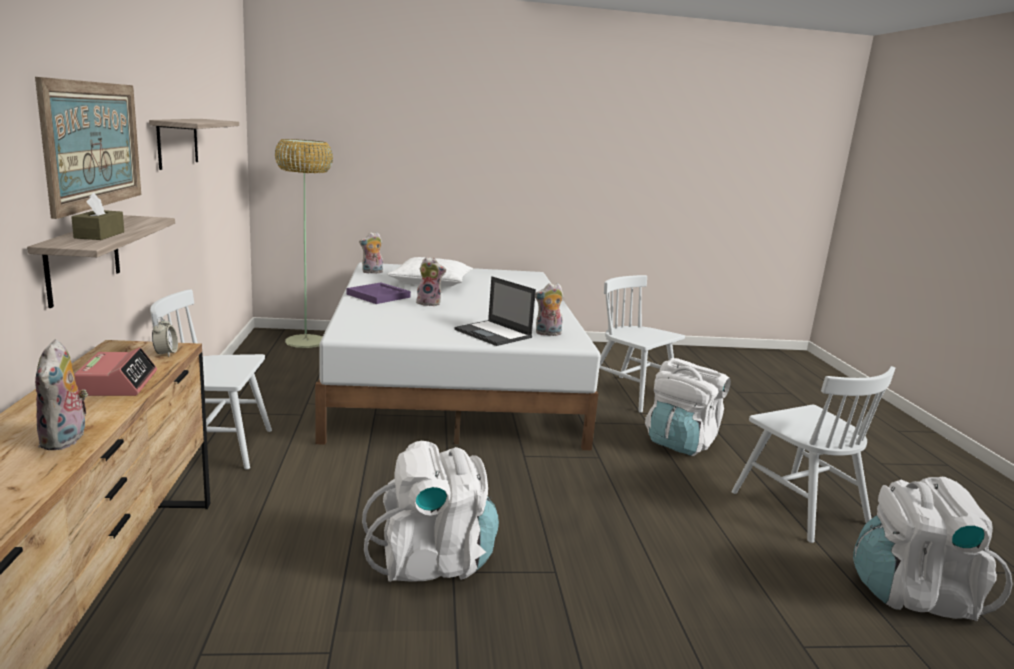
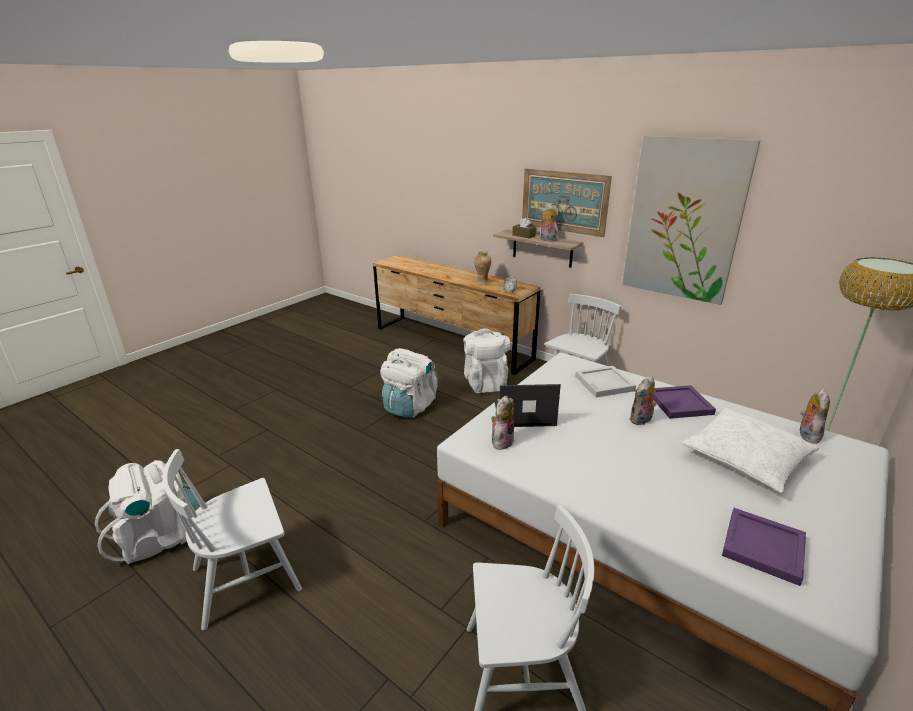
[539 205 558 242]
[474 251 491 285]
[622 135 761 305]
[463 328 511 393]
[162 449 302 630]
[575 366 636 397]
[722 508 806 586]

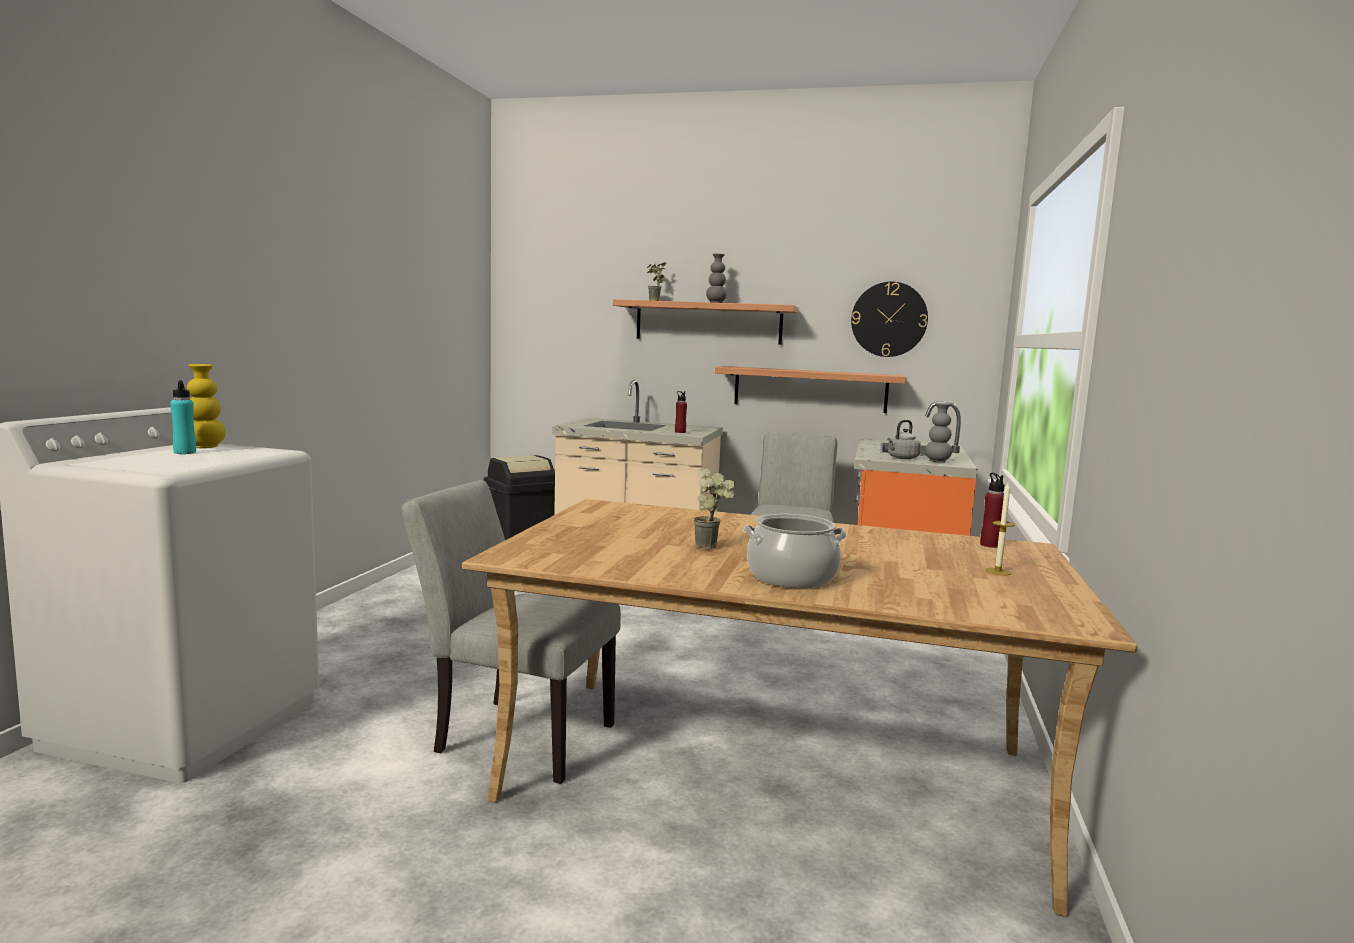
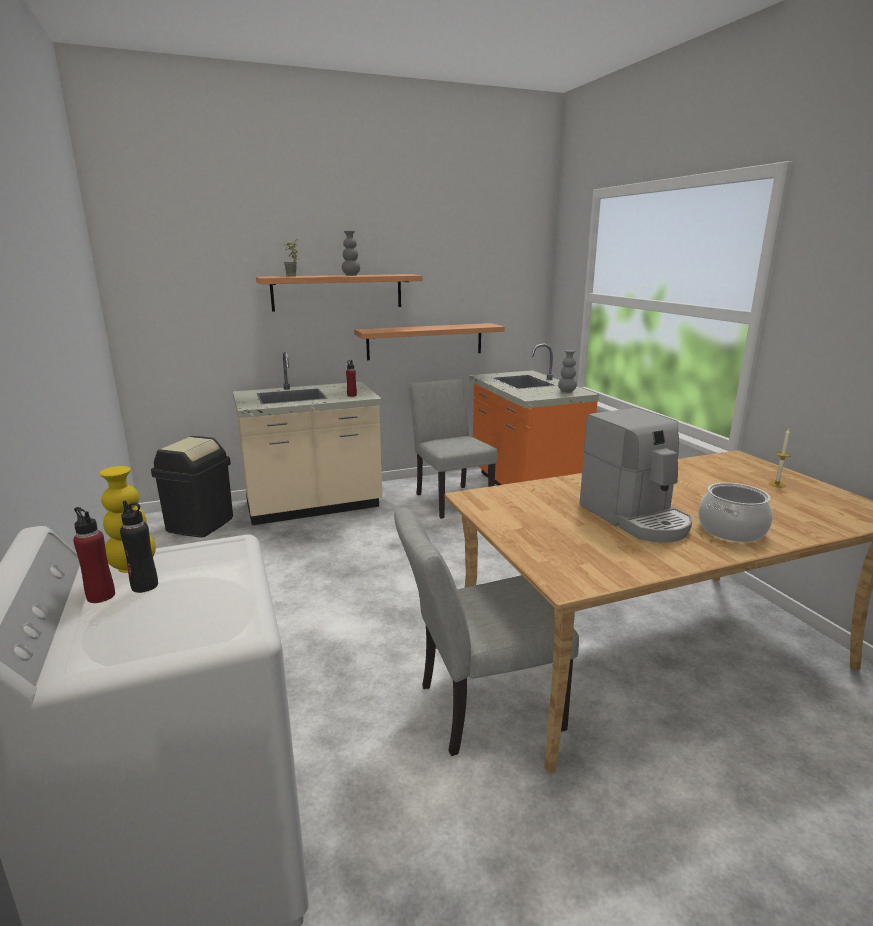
[120 501 158 593]
[579 408 692 543]
[851 282 928 357] (first image)
[887 420 921 459] (first image)
[73 507 115 603]

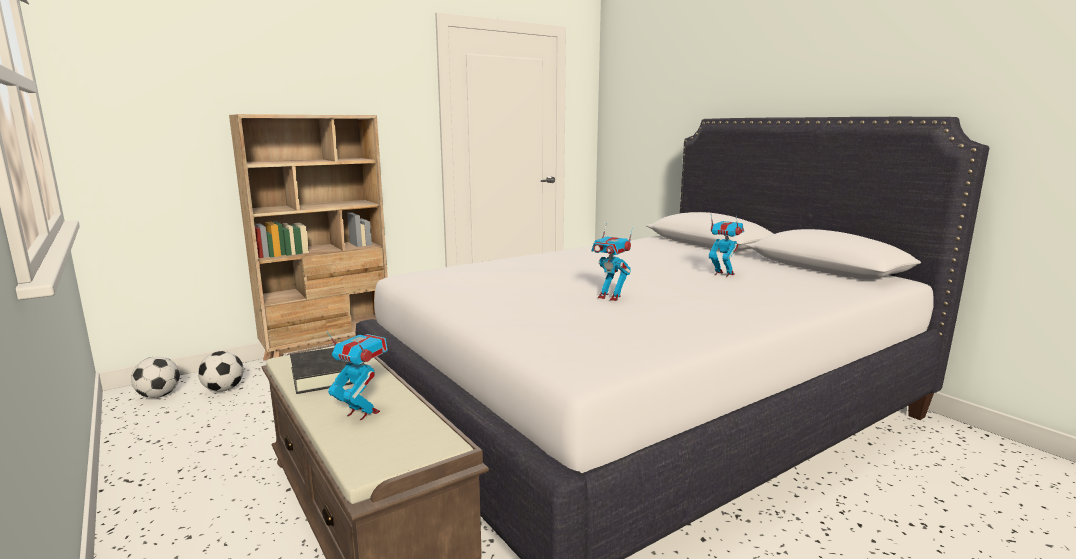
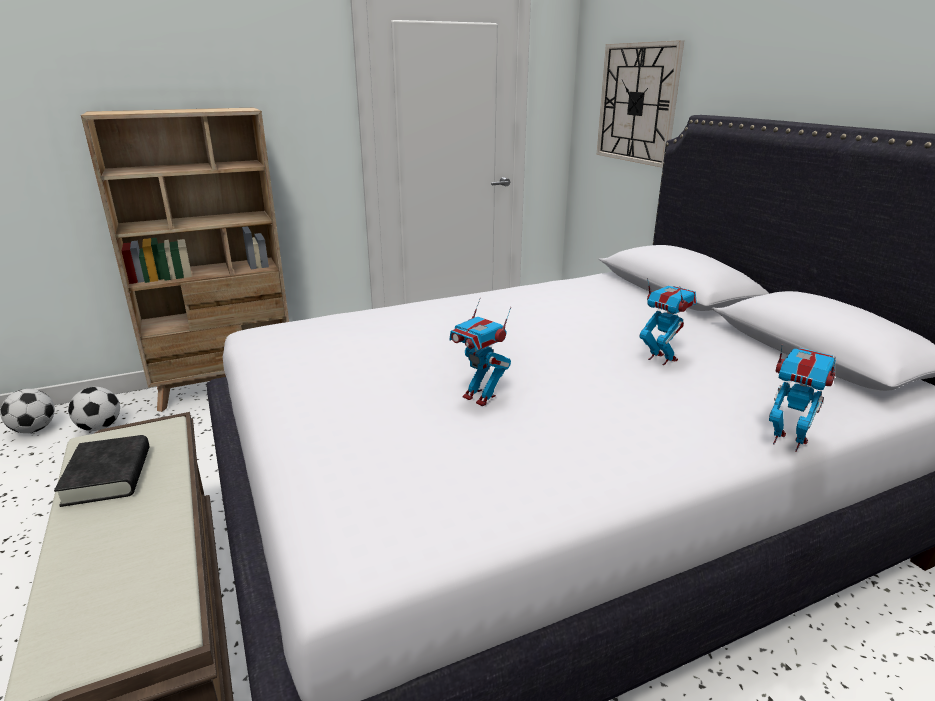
[769 344 836 452]
[597 40 684 168]

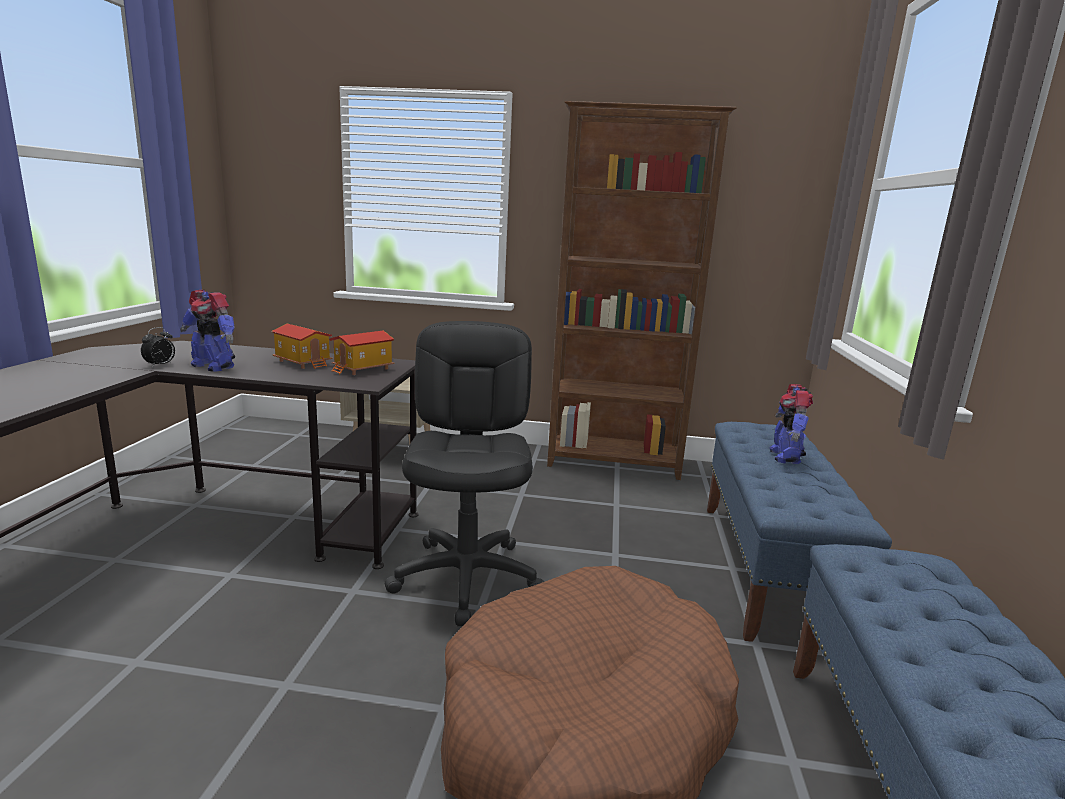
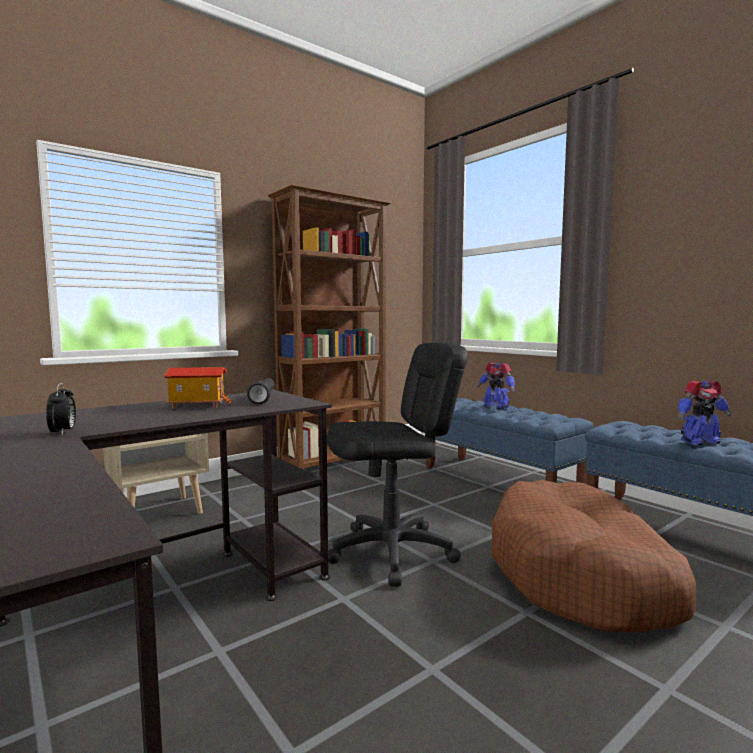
[678 380 731 445]
[247 378 275 405]
[327 342 468 586]

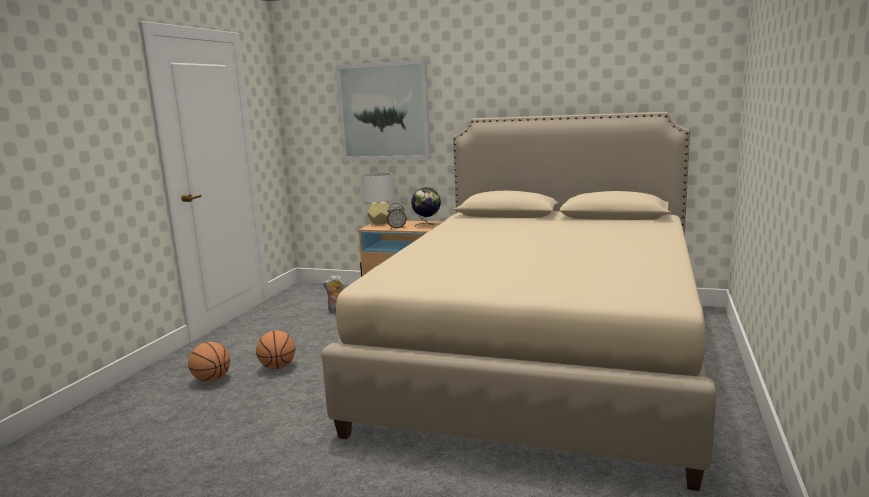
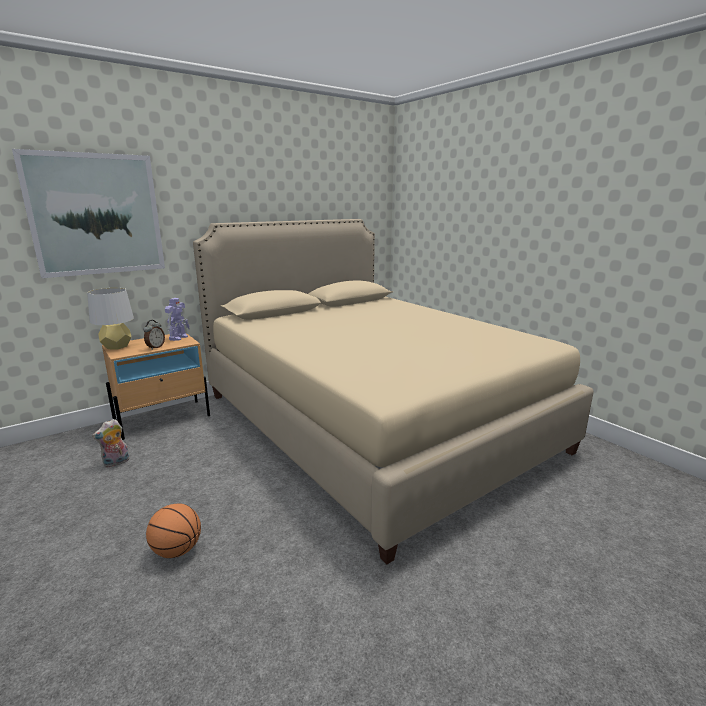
[188 342 230 382] (first image)
[165 298 190 341]

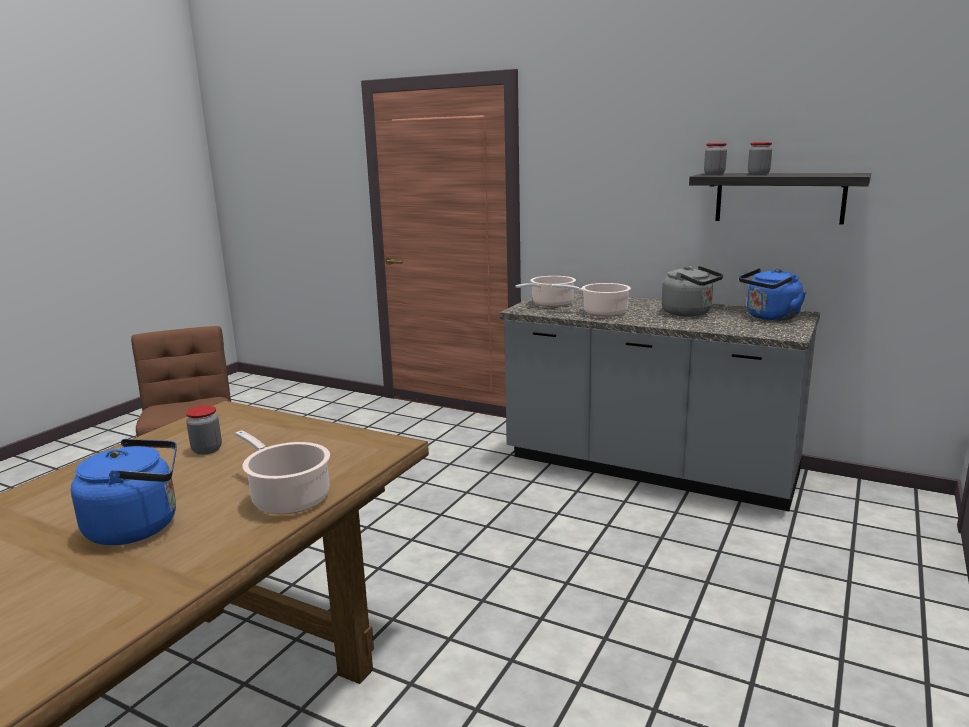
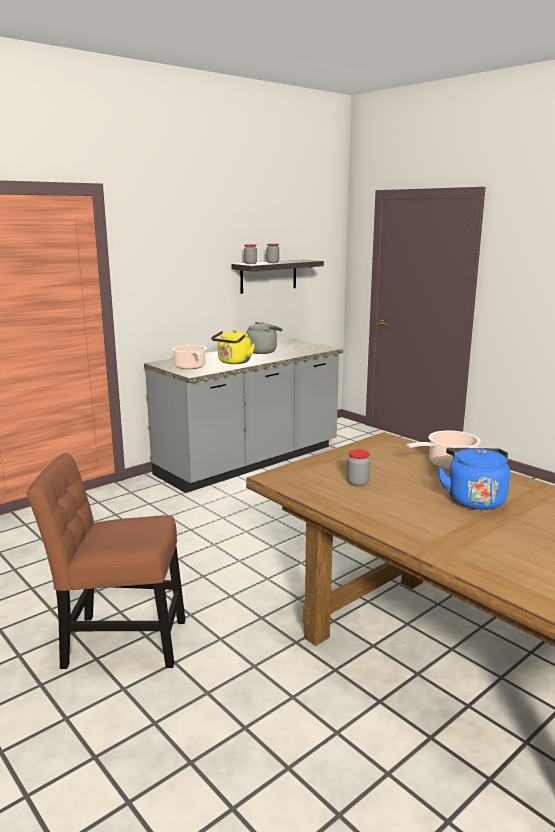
[211 330 255 364]
[739 268 806 321] (first image)

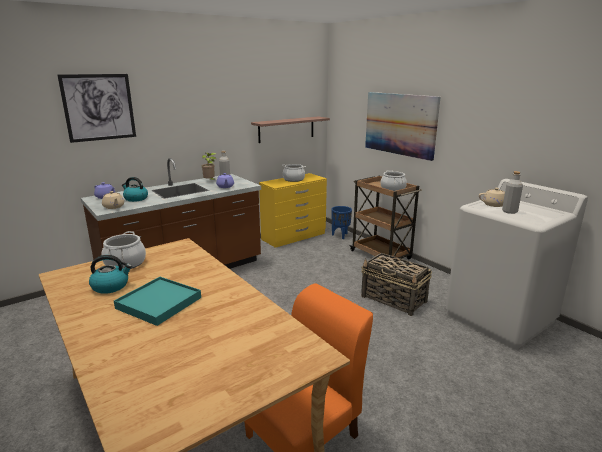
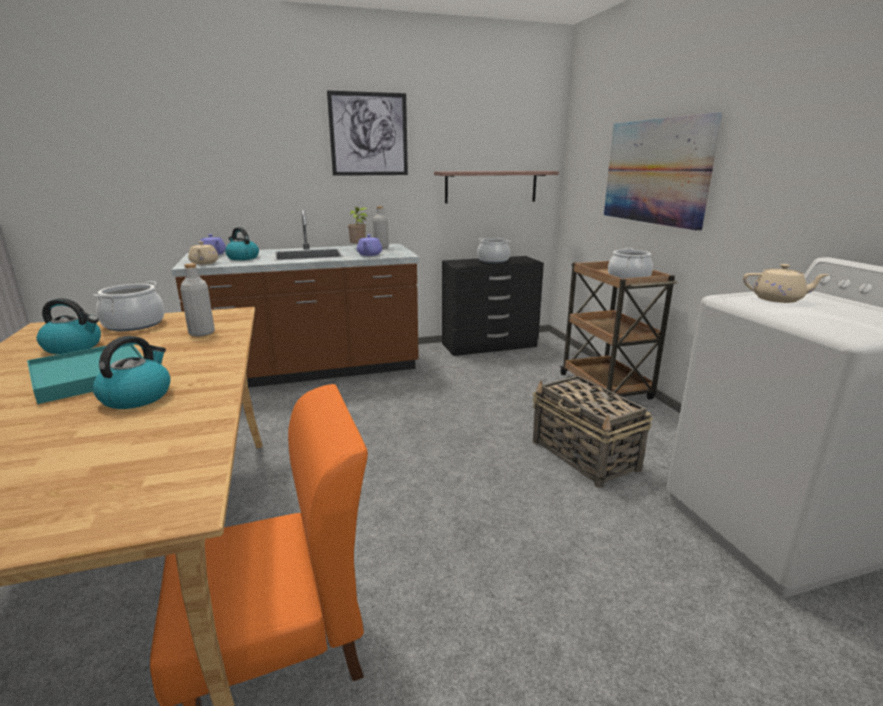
[327 90 408 176]
[442 256 544 356]
[331 206 352 239] (first image)
[180 263 215 336]
[93 336 171 409]

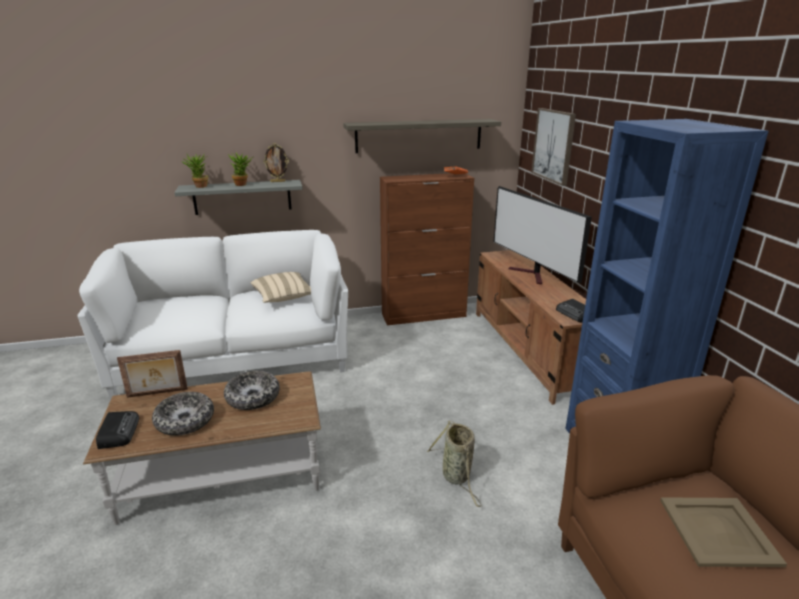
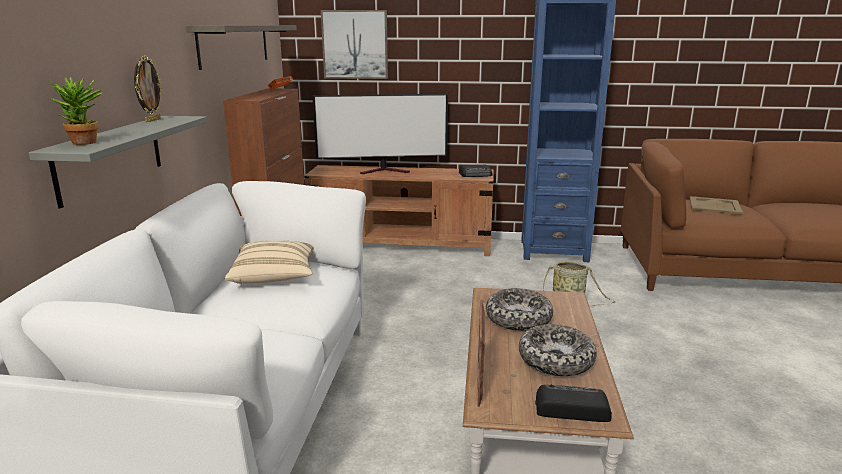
[227 152 253 186] (first image)

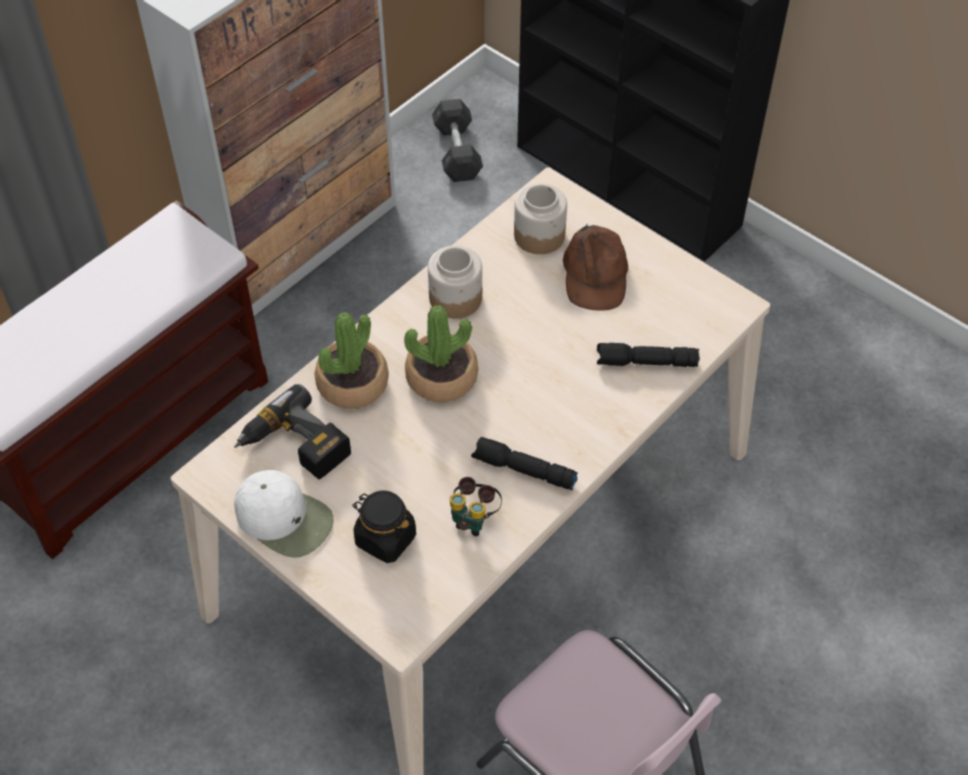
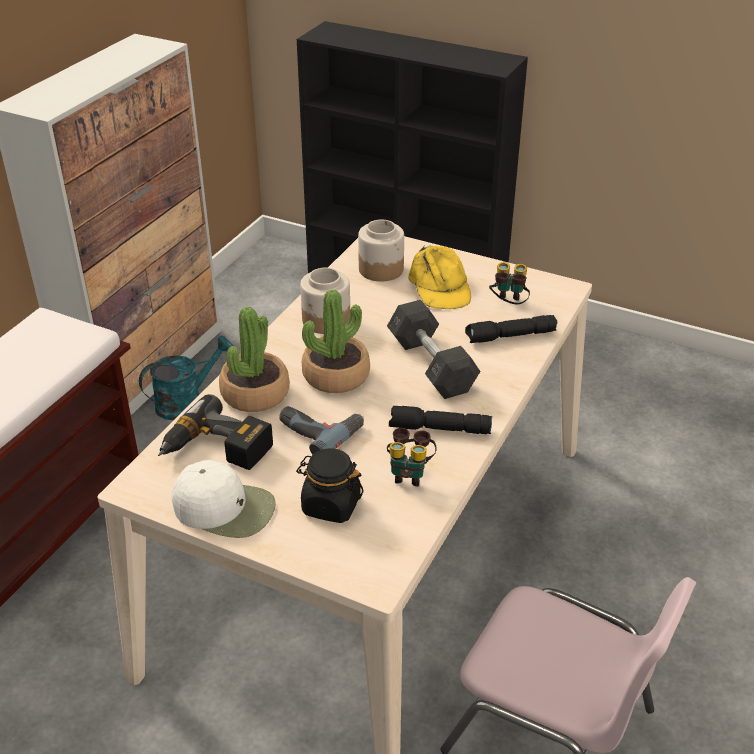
[387 300 480 399]
[409 245 471 309]
[139 336 233 420]
[279 406 364 455]
[489 262 530 305]

